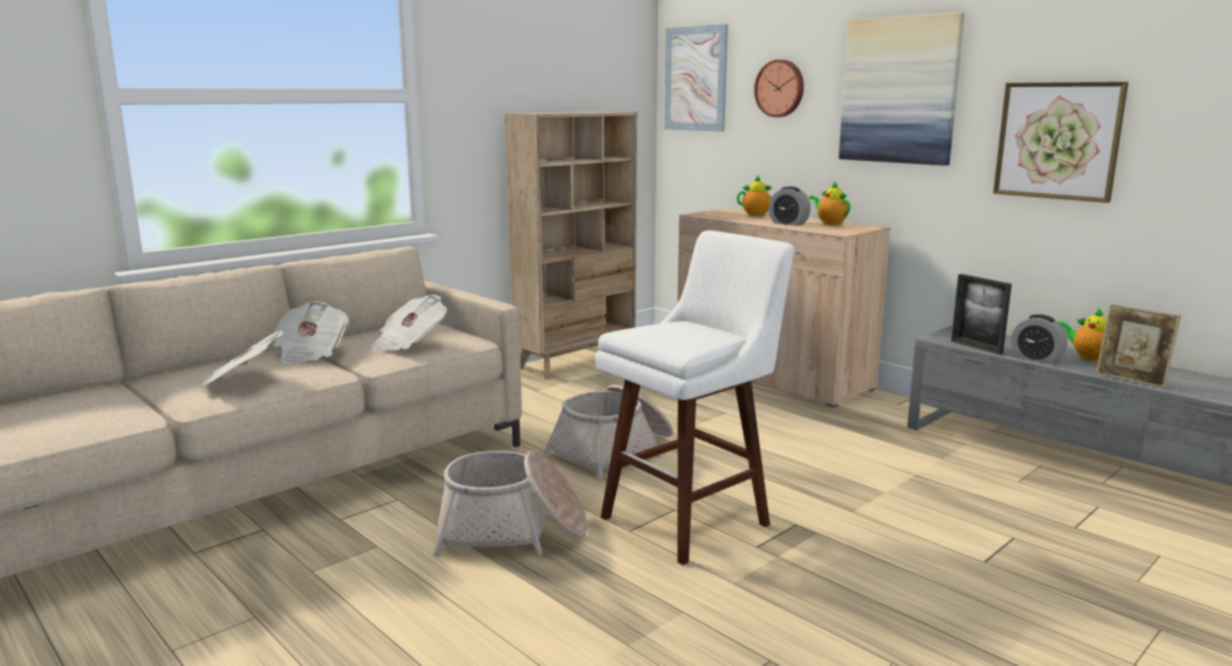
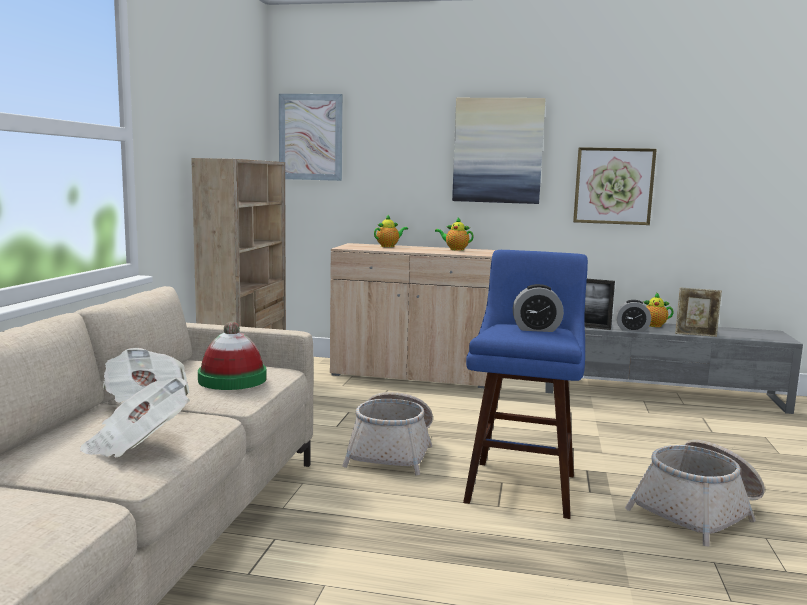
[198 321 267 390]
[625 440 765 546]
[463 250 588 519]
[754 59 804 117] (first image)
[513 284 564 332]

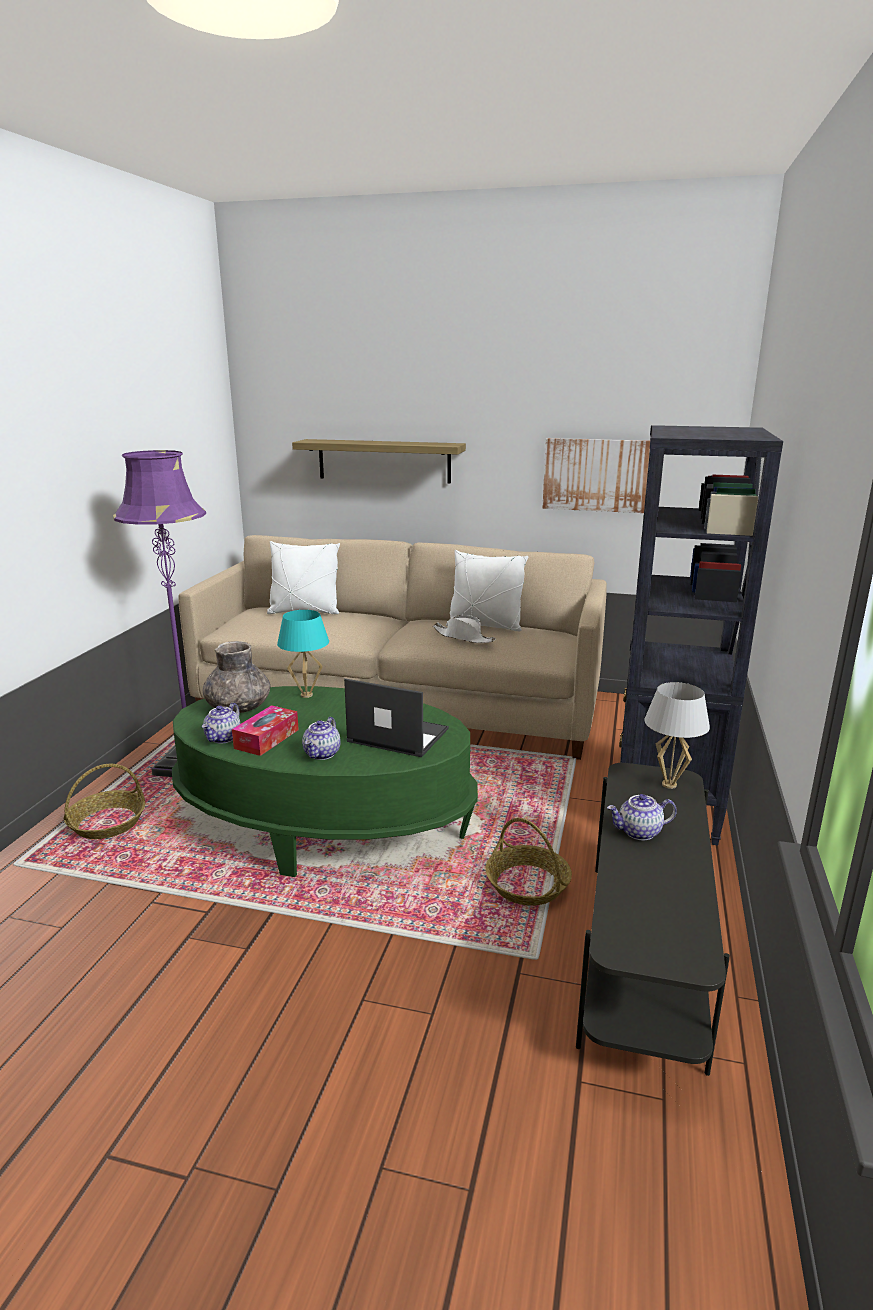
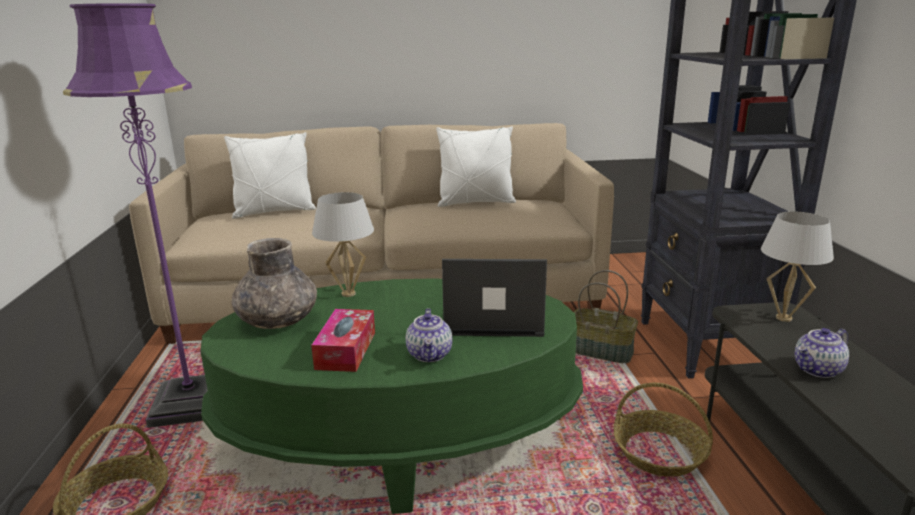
[202 703 241 744] (first image)
[312 192 374 297]
[292 439 466 484] (first image)
[433 615 496 643] (first image)
[542 438 650 513] (first image)
[574 270 638 364]

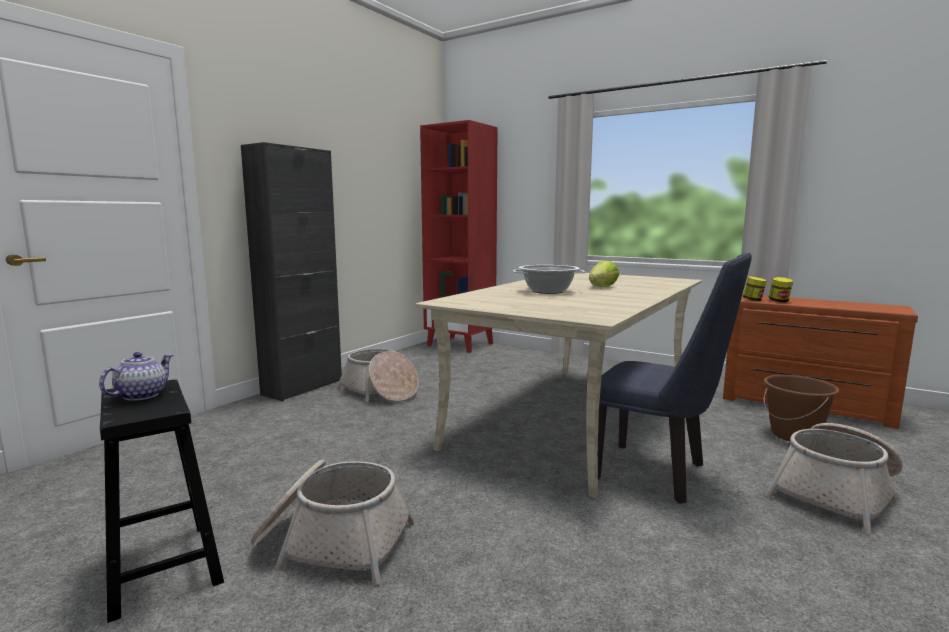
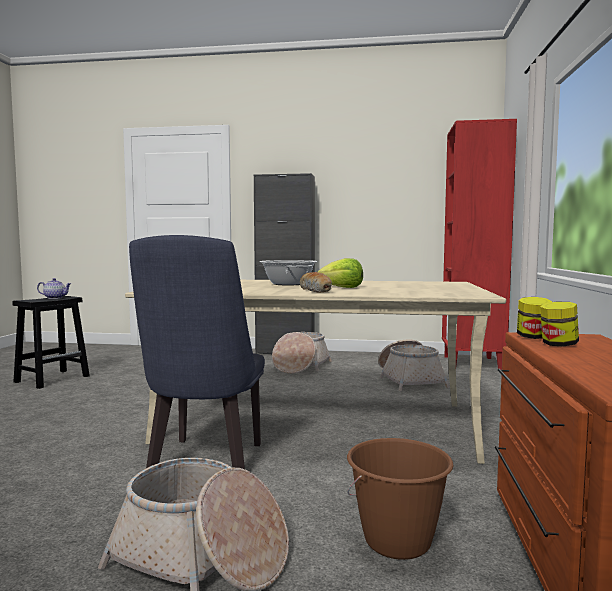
[378 340 450 391]
[300 272 332 292]

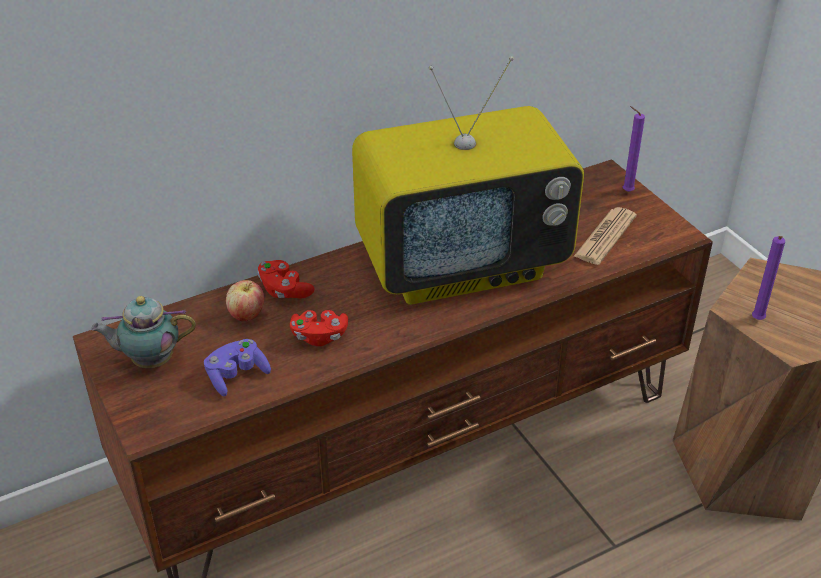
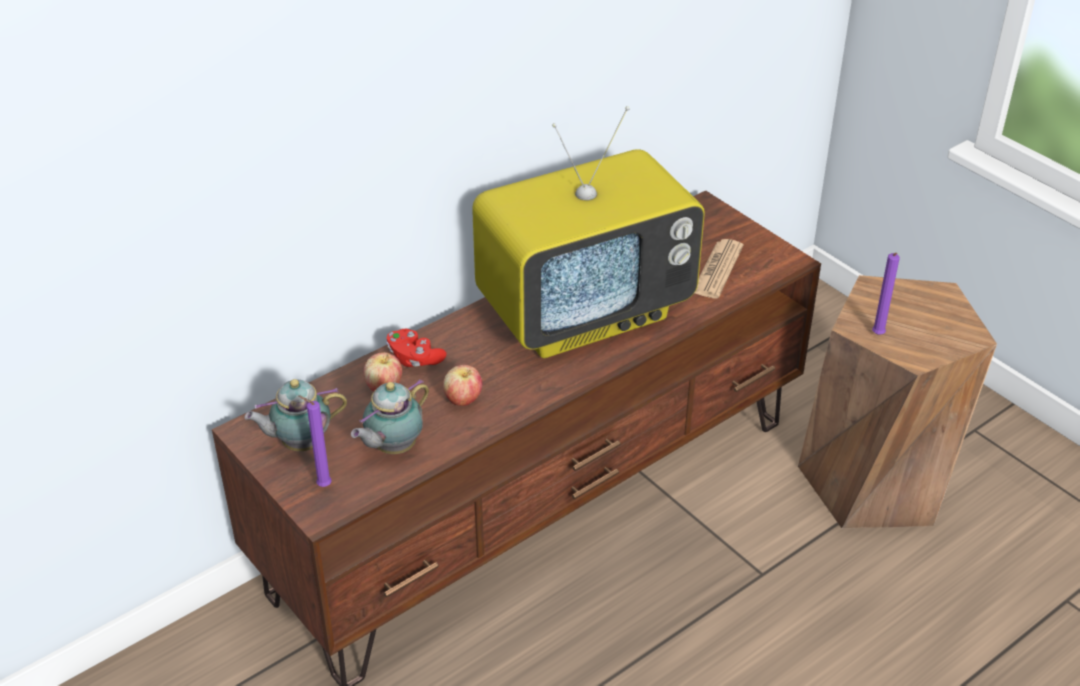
[351 379 429 454]
[443 365 482 406]
[298 396 332 487]

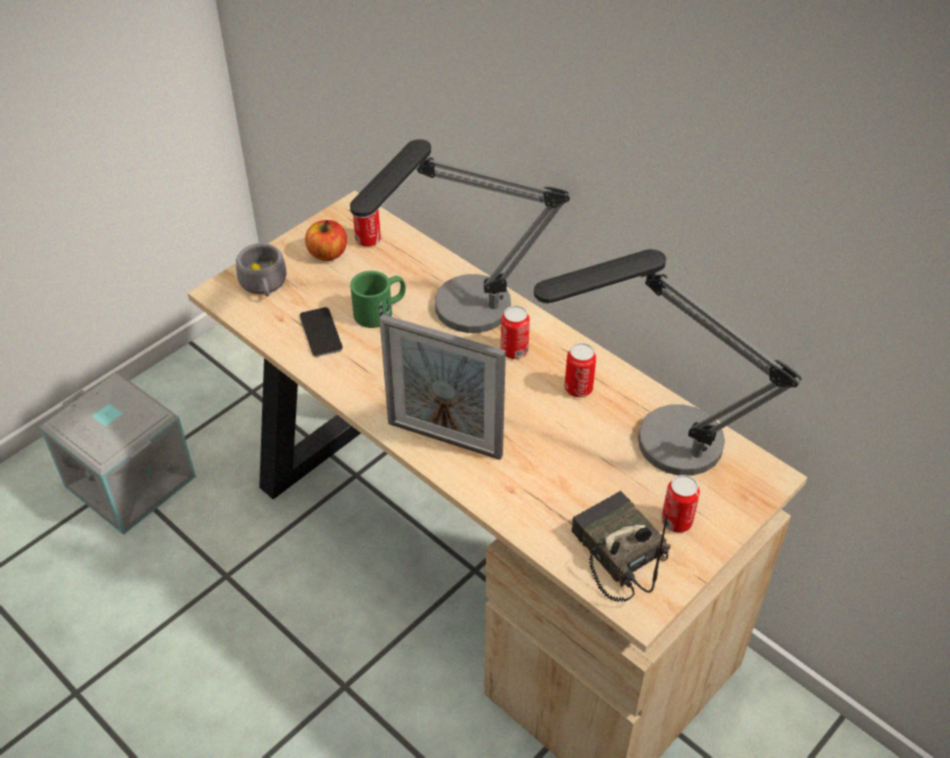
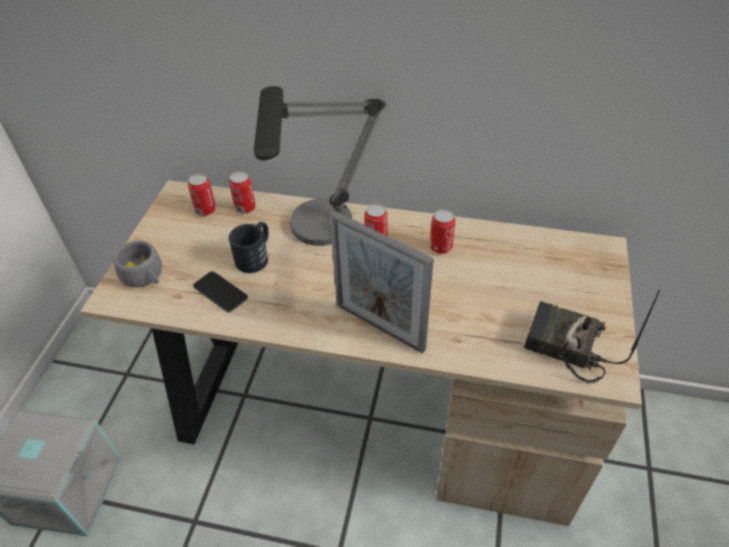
[305 220 347 261] (first image)
[229 222 269 273]
[330 210 434 354]
[534 249 802 476] (first image)
[229 171 256 214]

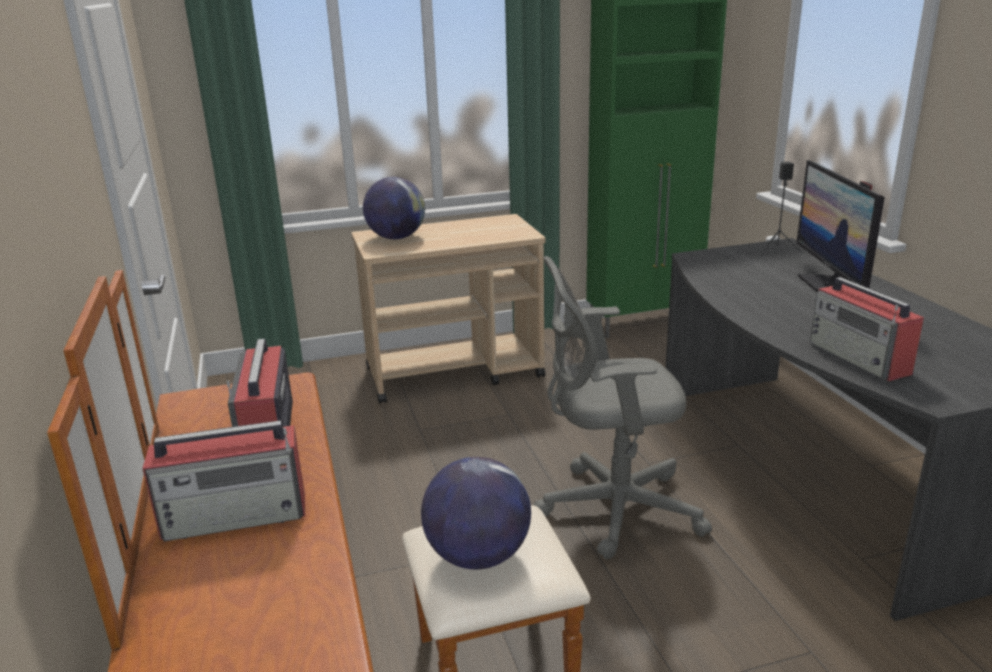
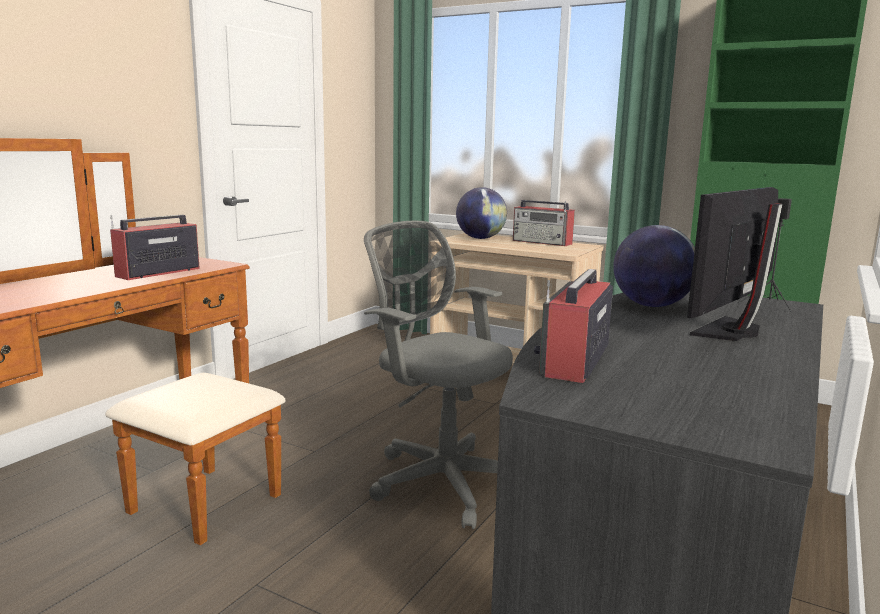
[513 200 575 246]
[613 225 695 307]

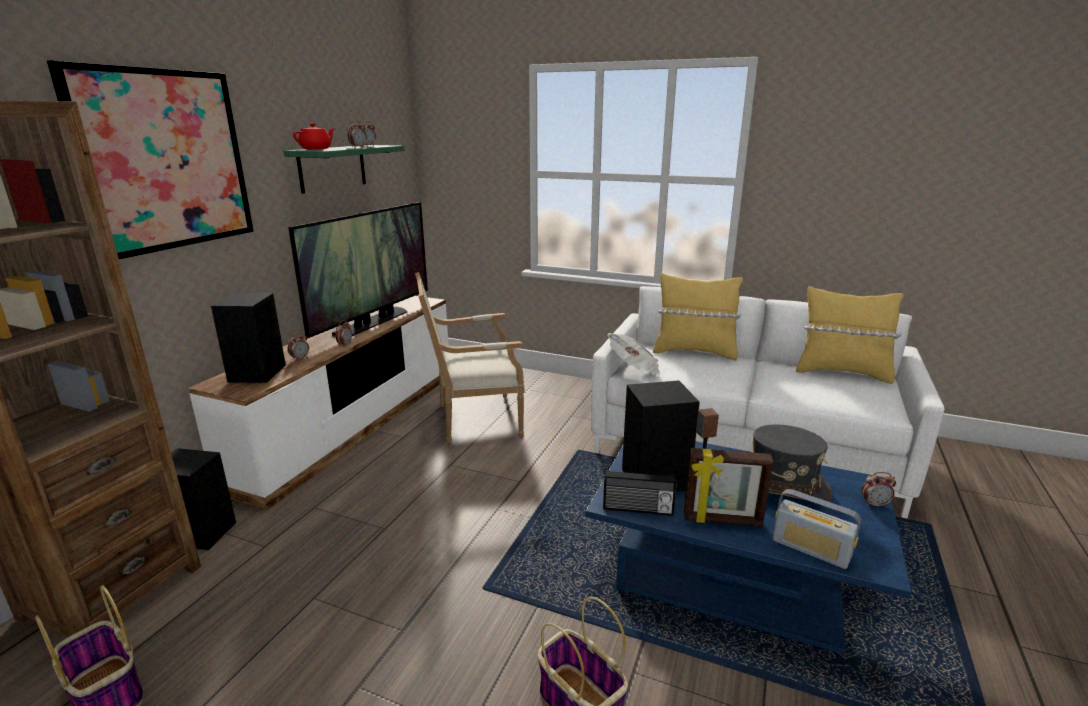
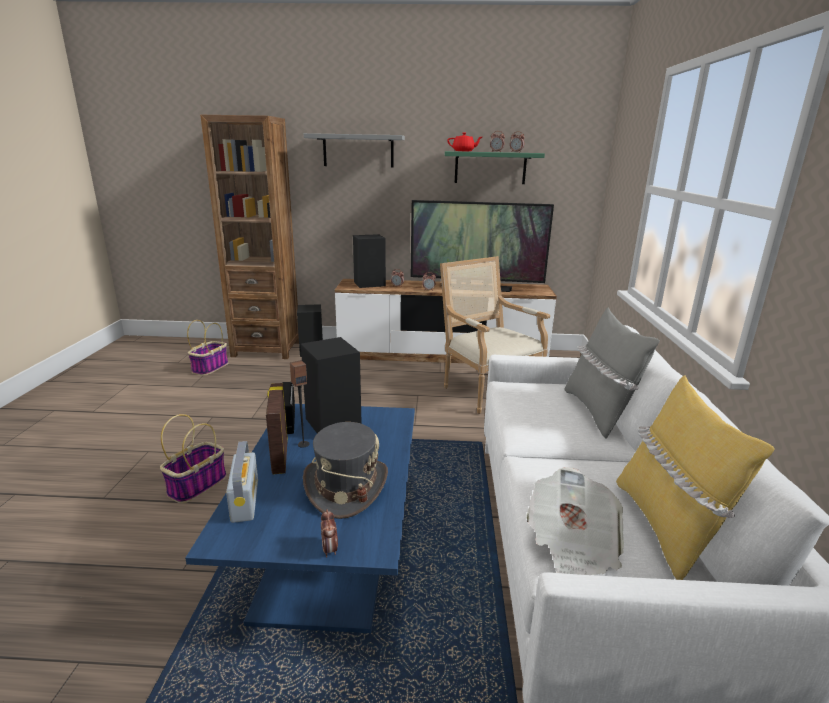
[304 133 405 168]
[526 467 624 575]
[564 307 660 438]
[226 441 258 523]

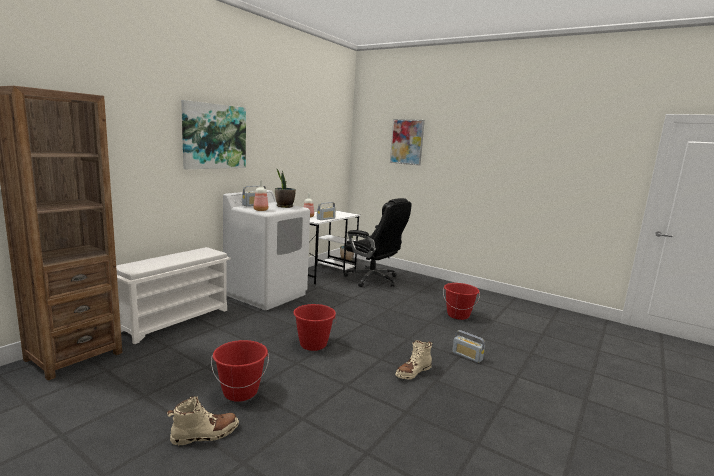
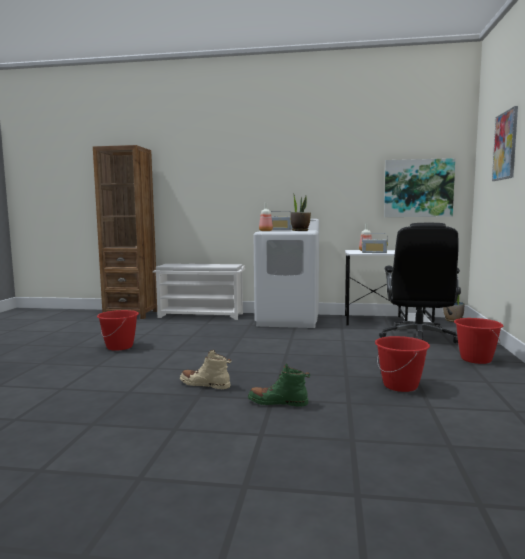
[167 396 239 446] (first image)
[384 158 455 217]
[454 318 503 364]
[248 363 310 407]

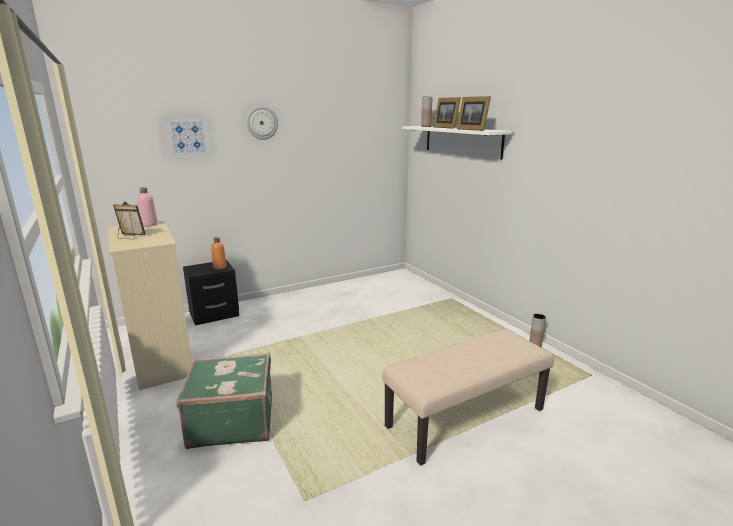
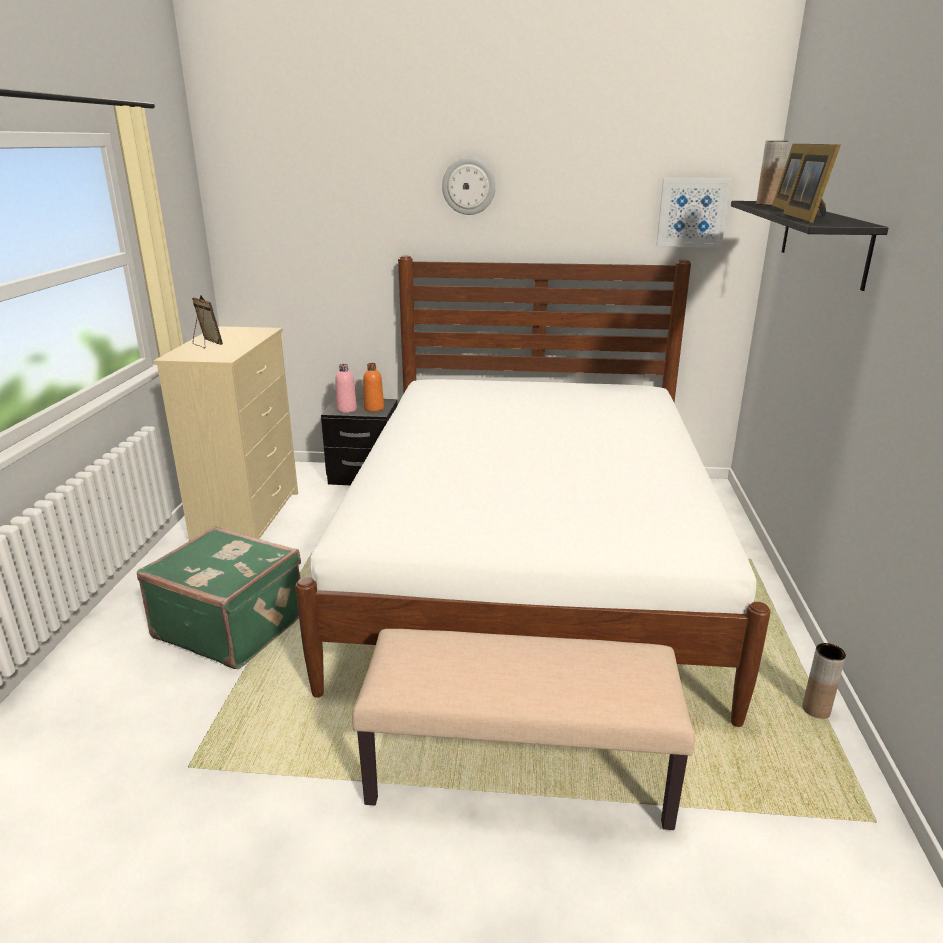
[335 364 357 413]
[656 178 731 247]
[731 201 889 291]
[295 256 771 727]

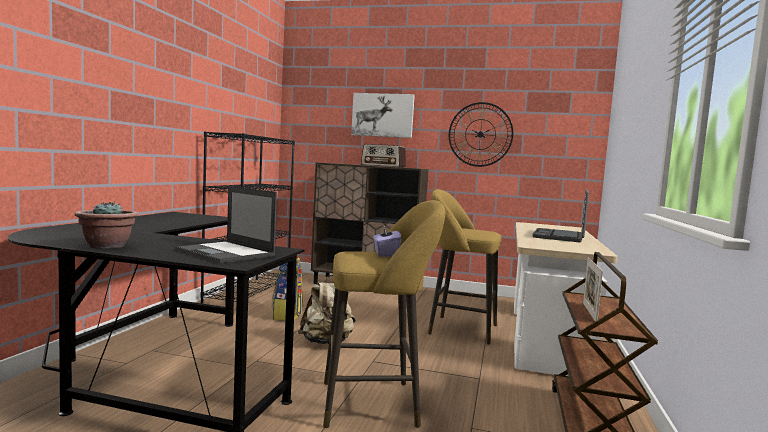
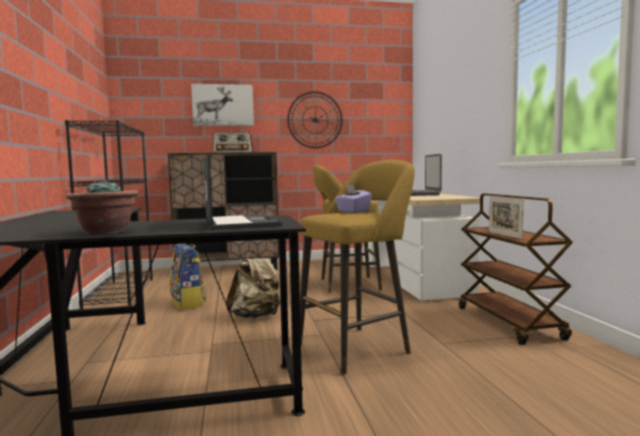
[203 155 281 230]

